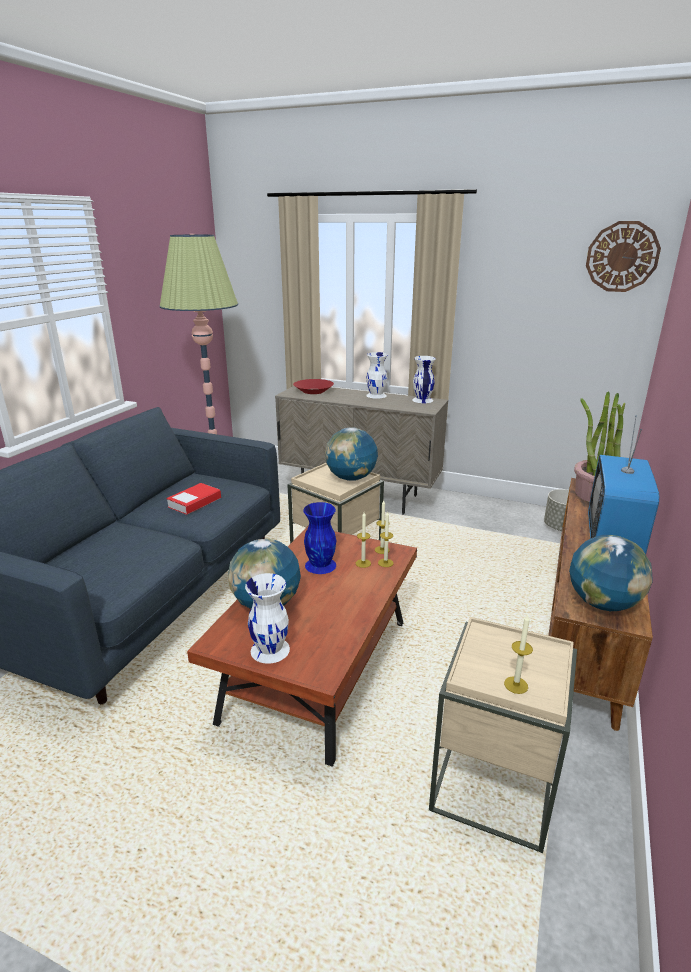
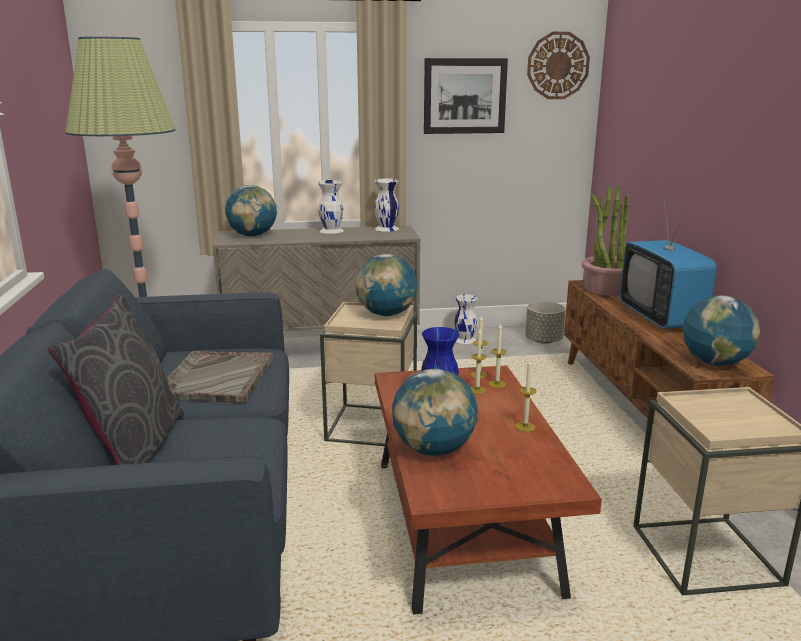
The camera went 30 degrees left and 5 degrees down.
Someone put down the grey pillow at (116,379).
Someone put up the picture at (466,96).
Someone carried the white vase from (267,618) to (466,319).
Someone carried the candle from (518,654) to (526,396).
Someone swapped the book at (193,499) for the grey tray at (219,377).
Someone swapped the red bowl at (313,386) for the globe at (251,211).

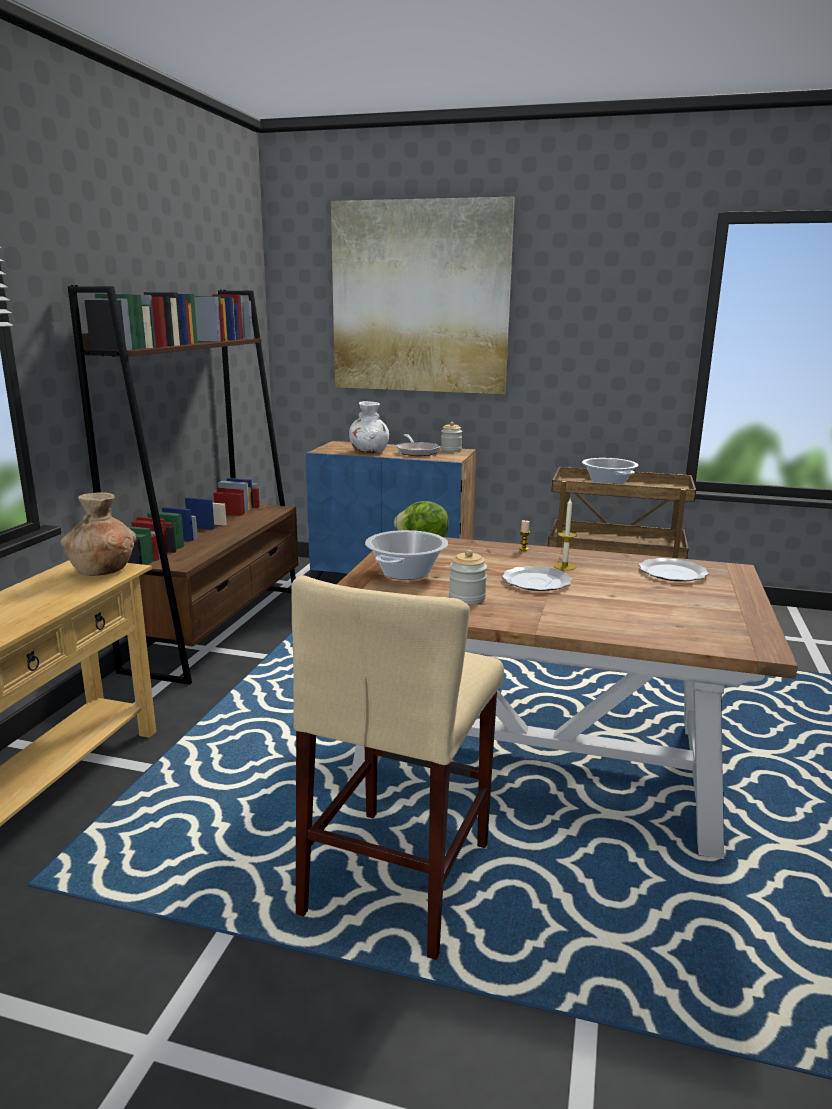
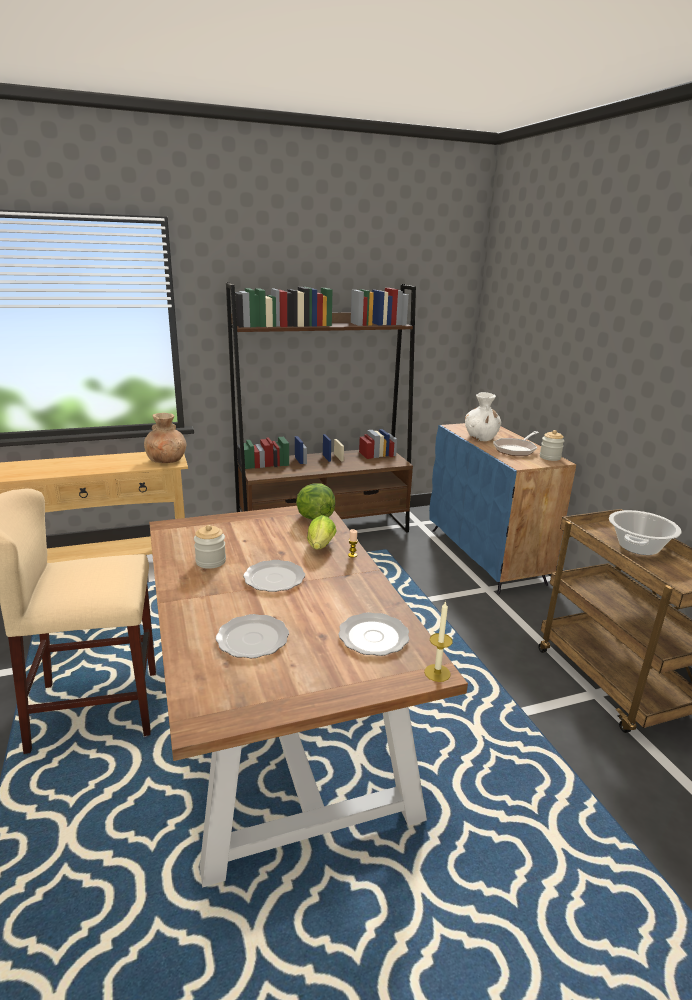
The camera went 55 degrees right and 5 degrees up.
Someone took away the picture at (423,295).
Someone took away the cooking pot at (406,555).
Someone put down the plate at (252,636).
Someone put down the lettuce at (322,532).
Someone carried the candle from (565,534) to (438,641).

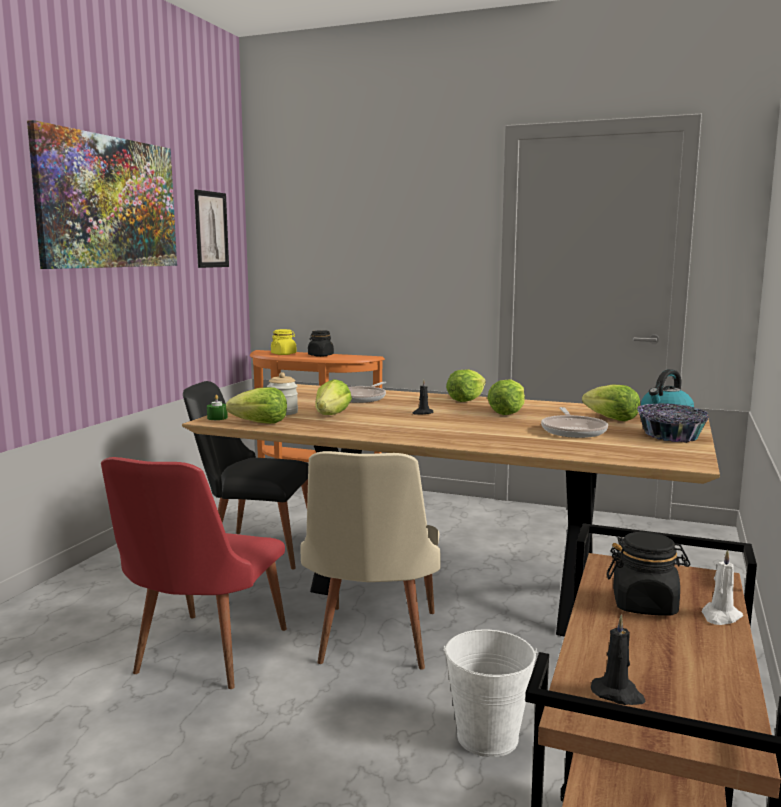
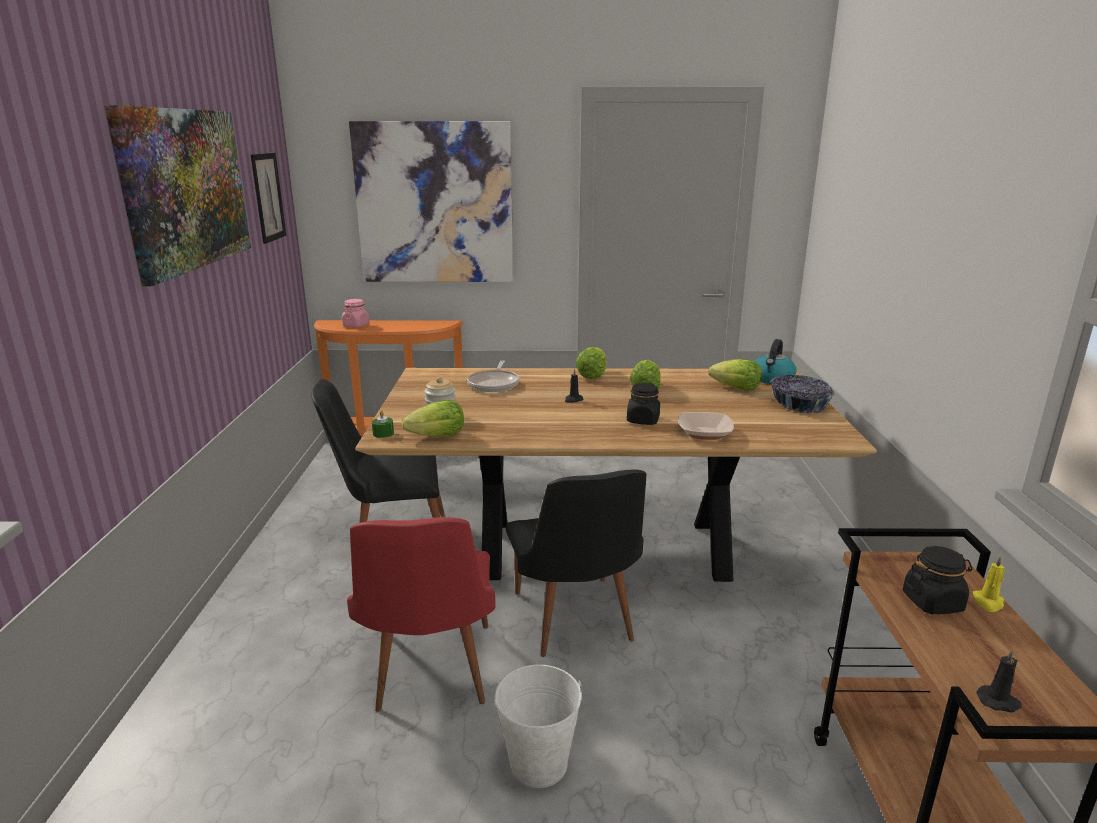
The camera went 20 degrees left and 10 degrees up.
Someone took away the lettuce at (333,397).
Someone took away the frying pan at (574,422).
Someone put up the picture at (431,201).
Someone put down the bowl at (706,426).
Someone carried the black jar from (321,343) to (643,404).
Someone carried the white bucket from (491,693) to (538,726).
Someone repainted the yellow jar at (283,342), which became the pink jar at (356,313).
Someone repainted the beige chair at (370,560), which became the black chair at (576,563).
Someone repainted the white candle at (722,587), which became the yellow candle at (989,583).

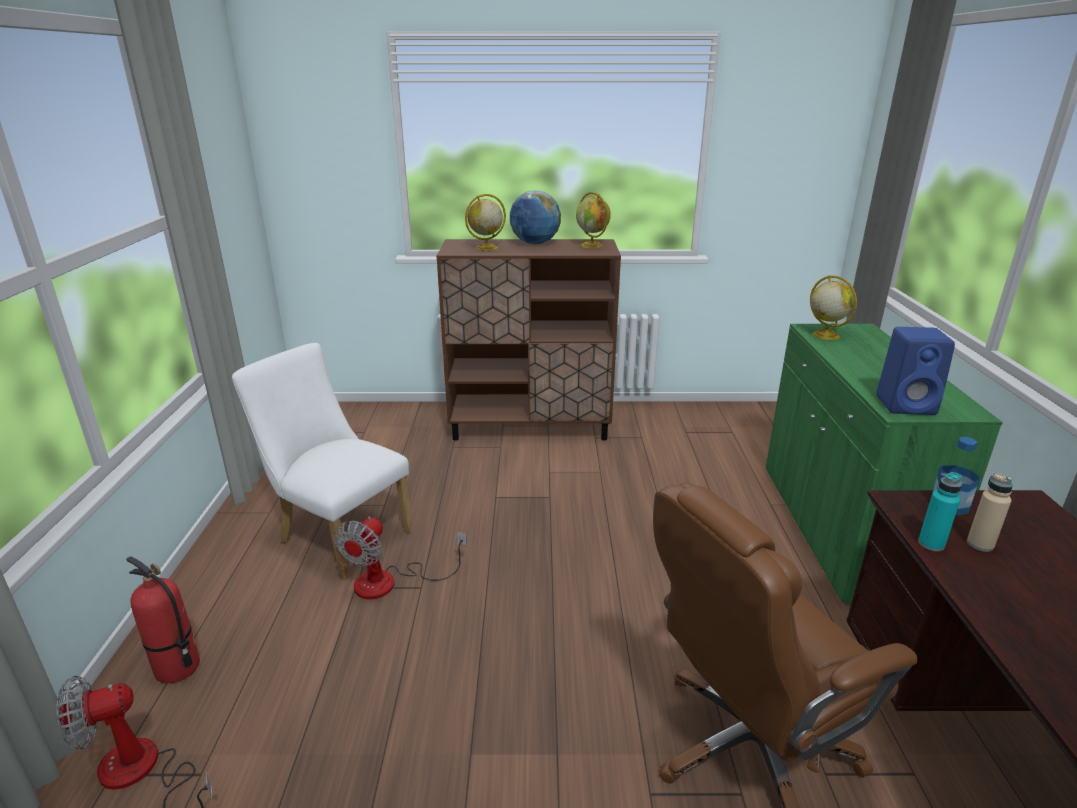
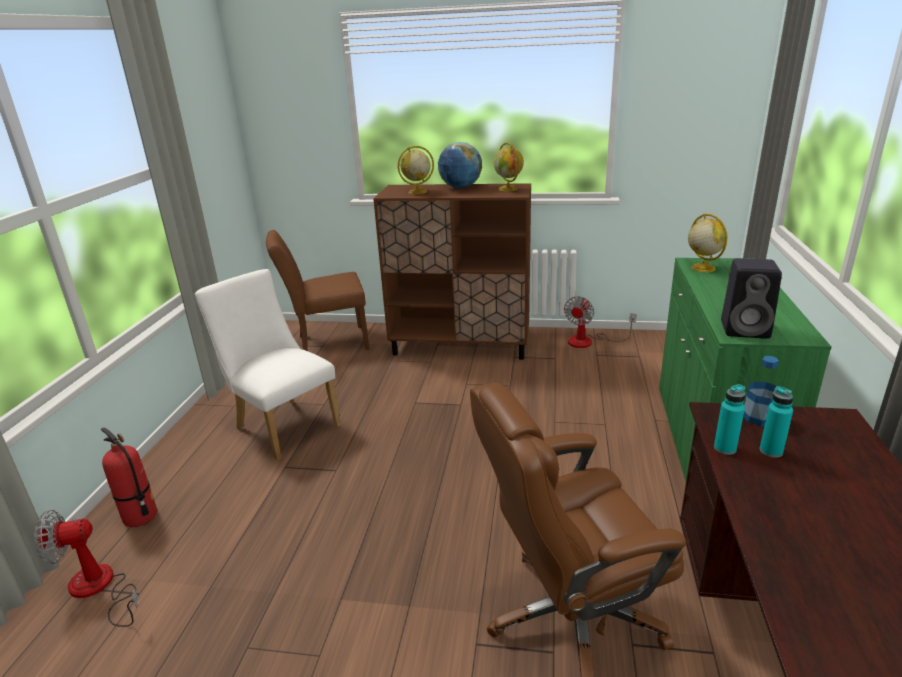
The camera went 10 degrees right and 0 degrees up.
Someone put down the brown chair at (318,290).
Someone carried the fan from (401,557) to (600,322).
Someone repainted the blue speaker at (915,371), which became the black speaker at (751,298).
Someone repainted the beige bottle at (990,512), which became the turquoise bottle at (776,422).

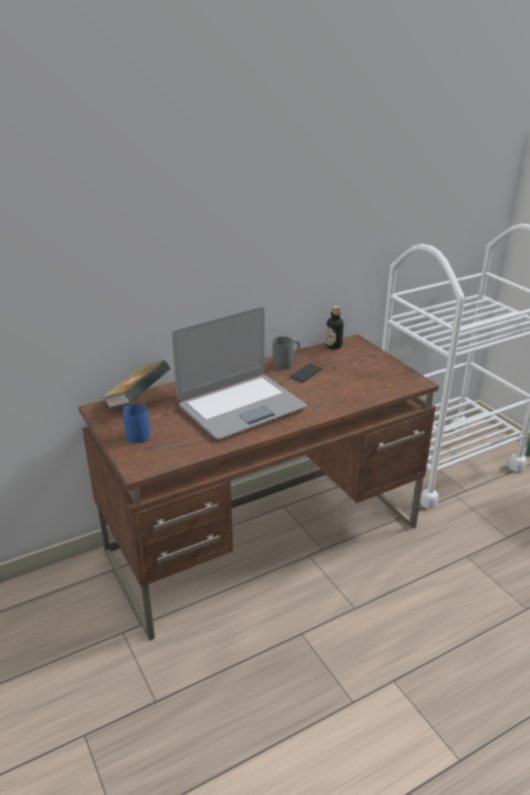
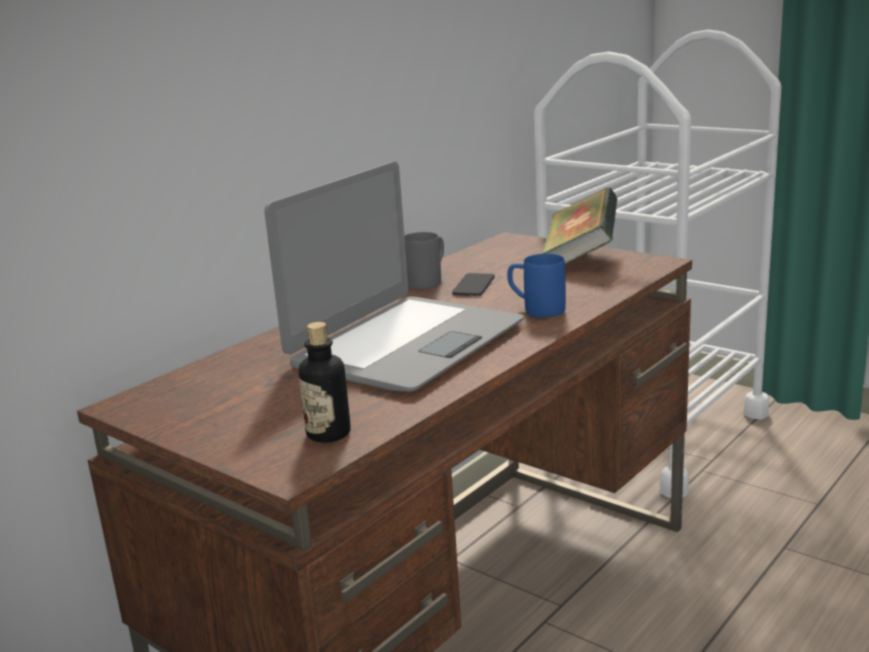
The camera went 20 degrees left and 10 degrees down.
Someone carried the book from (135,384) to (580,226).
Someone carried the blue mug from (136,423) to (536,286).
Someone carried the bottle from (335,327) to (324,382).

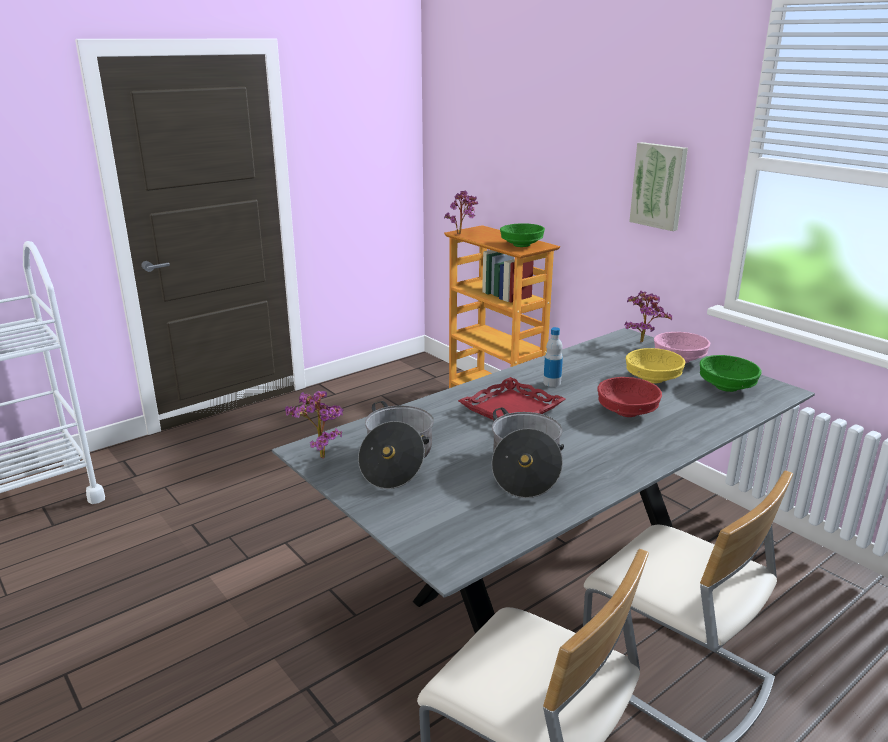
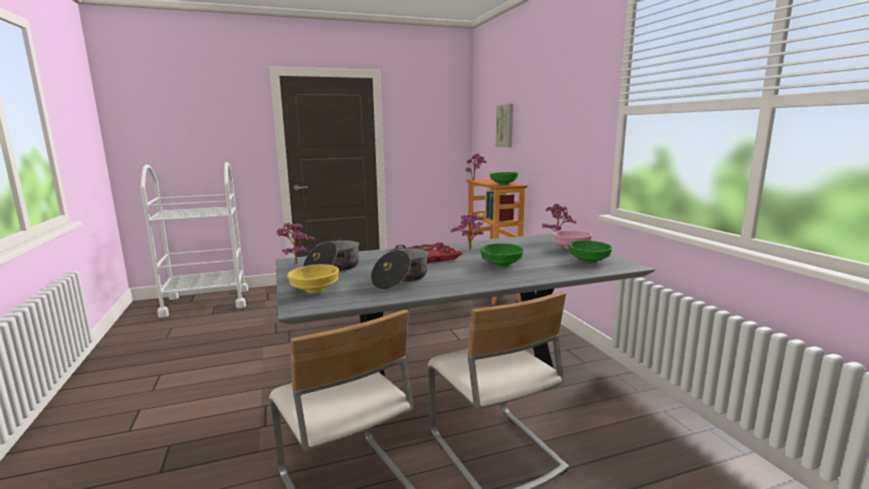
The camera went 20 degrees right and 10 degrees down.
Someone carried the yellow bowl from (656,366) to (313,278).
Someone carried the picture from (658,186) to (504,125).
Someone swapped the bottle at (553,357) for the potted plant at (468,231).
Someone repainted the red bowl at (629,397), which became the green bowl at (502,255).

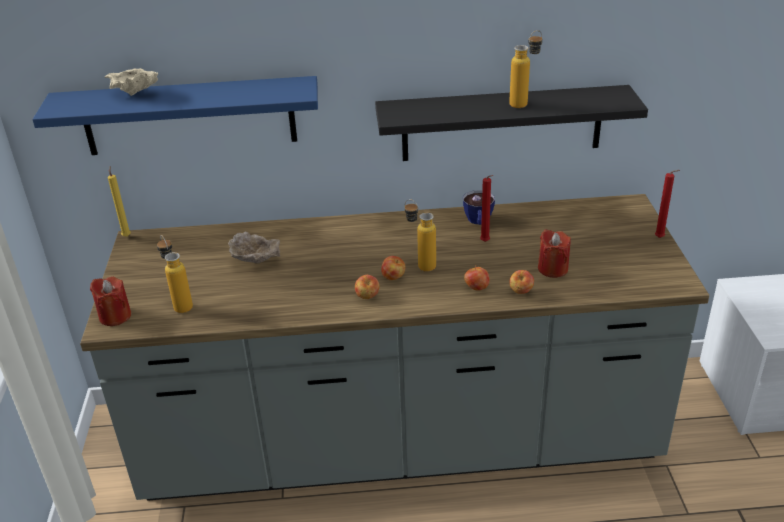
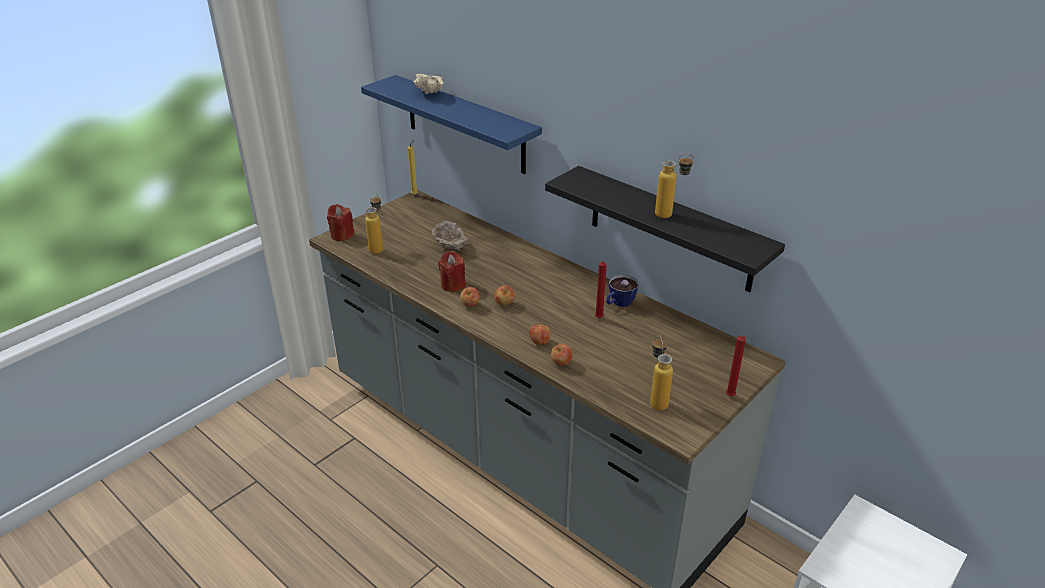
The camera went 45 degrees right and 0 degrees up.
Someone carried the bottle from (420,235) to (661,373).
Someone carried the red candle from (554,253) to (452,271).

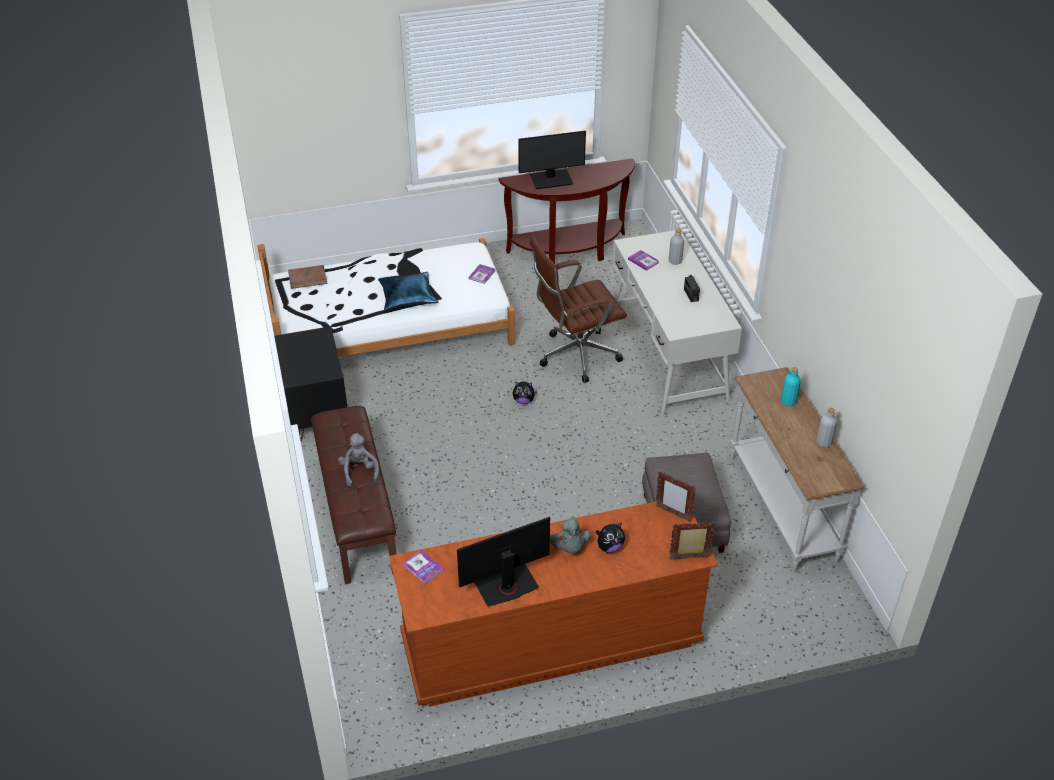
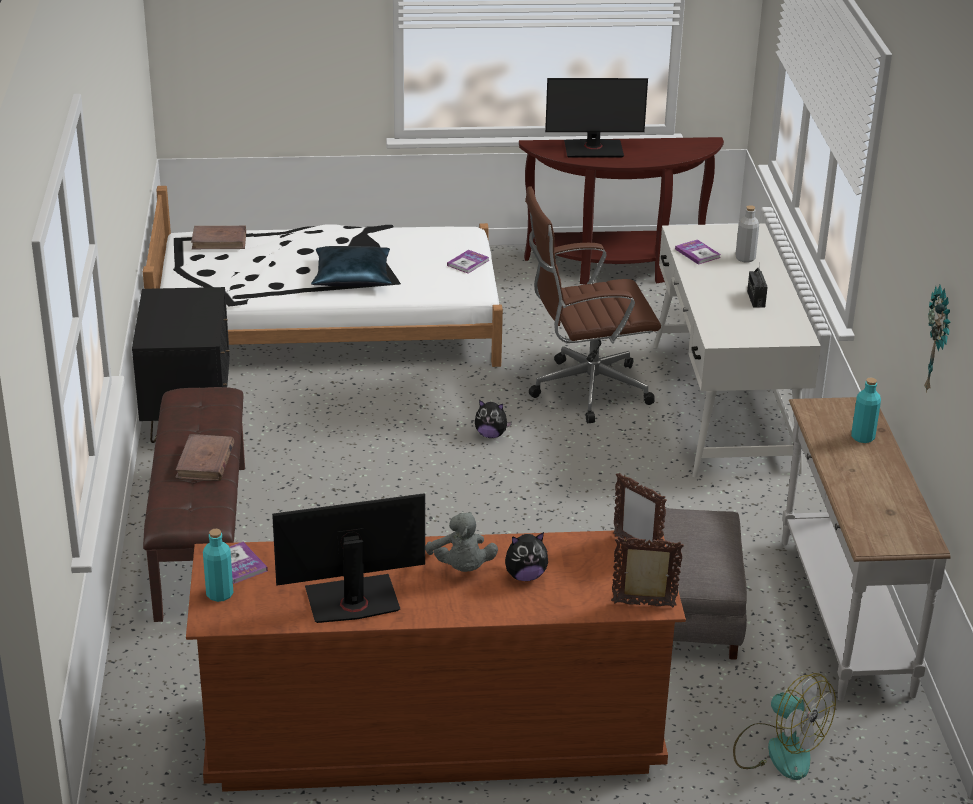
The camera went 10 degrees right and 10 degrees down.
Someone took away the grey bottle at (826,427).
Someone put down the turquoise bottle at (218,565).
Someone put down the fan at (784,726).
Someone put up the wall clock at (937,339).
Someone swapped the grey plush toy at (358,459) for the brown book at (204,457).

